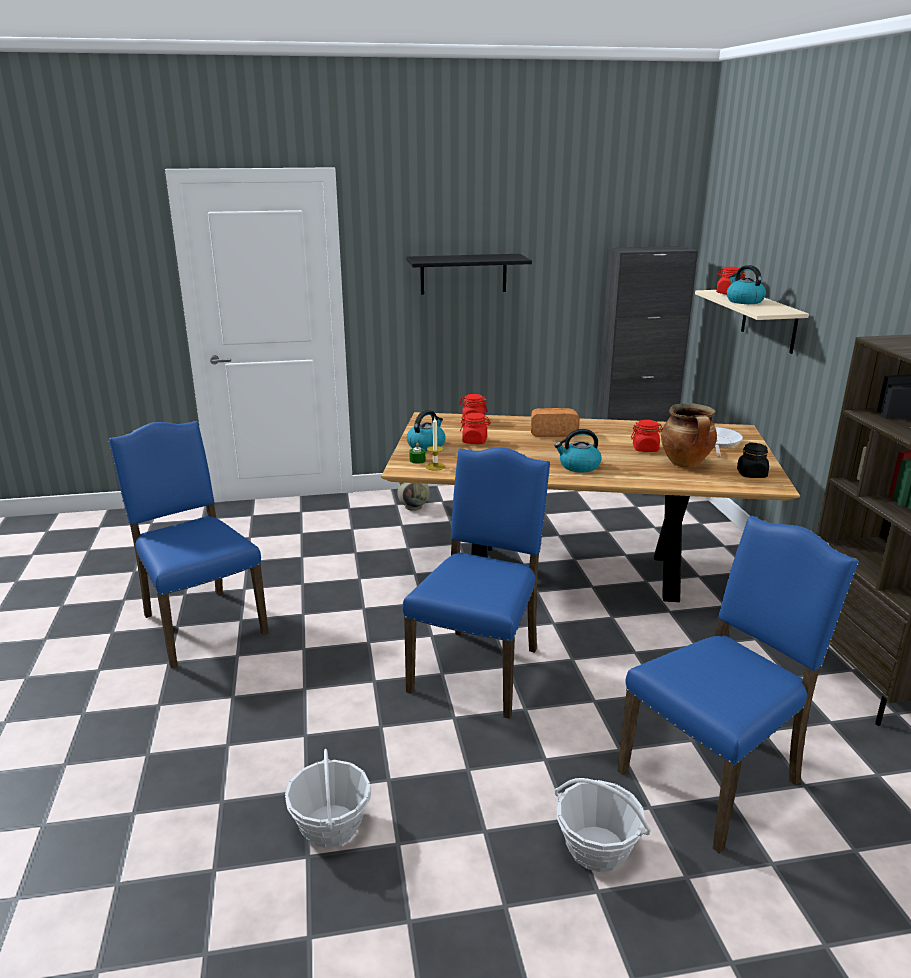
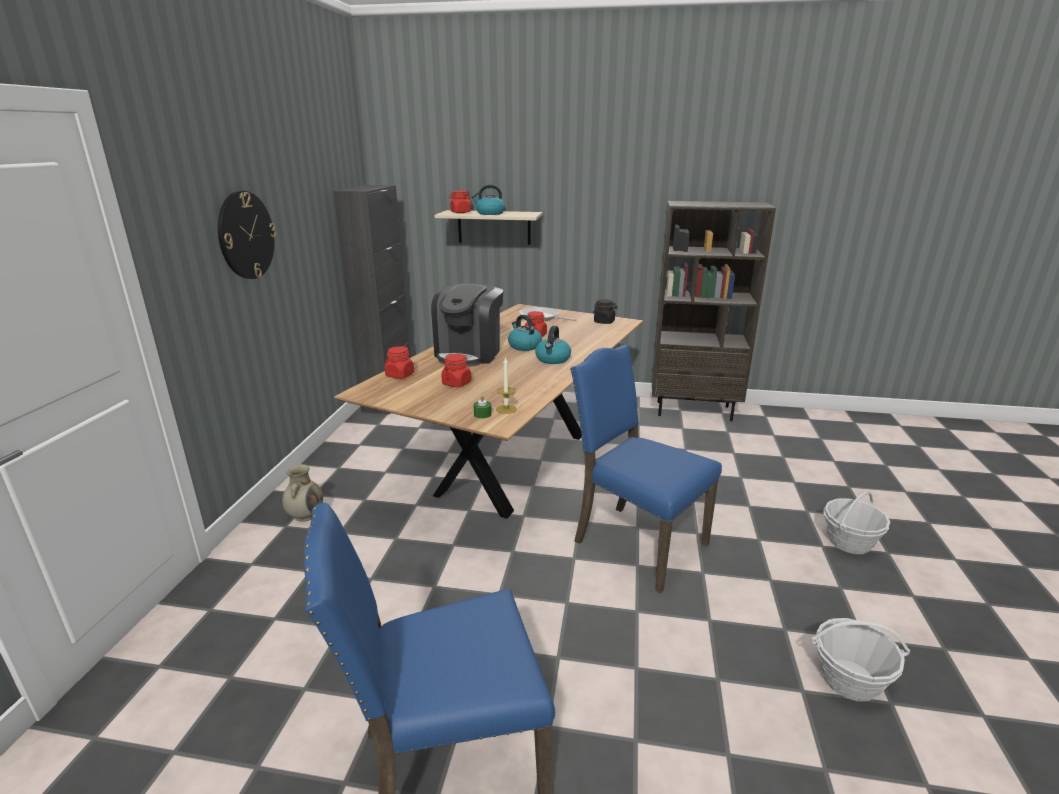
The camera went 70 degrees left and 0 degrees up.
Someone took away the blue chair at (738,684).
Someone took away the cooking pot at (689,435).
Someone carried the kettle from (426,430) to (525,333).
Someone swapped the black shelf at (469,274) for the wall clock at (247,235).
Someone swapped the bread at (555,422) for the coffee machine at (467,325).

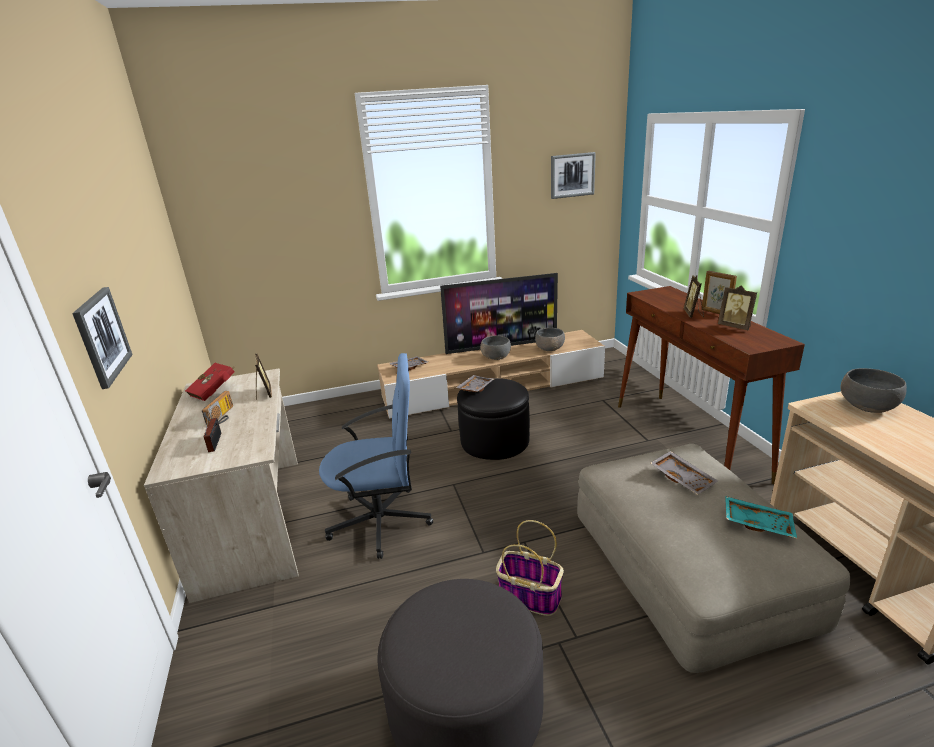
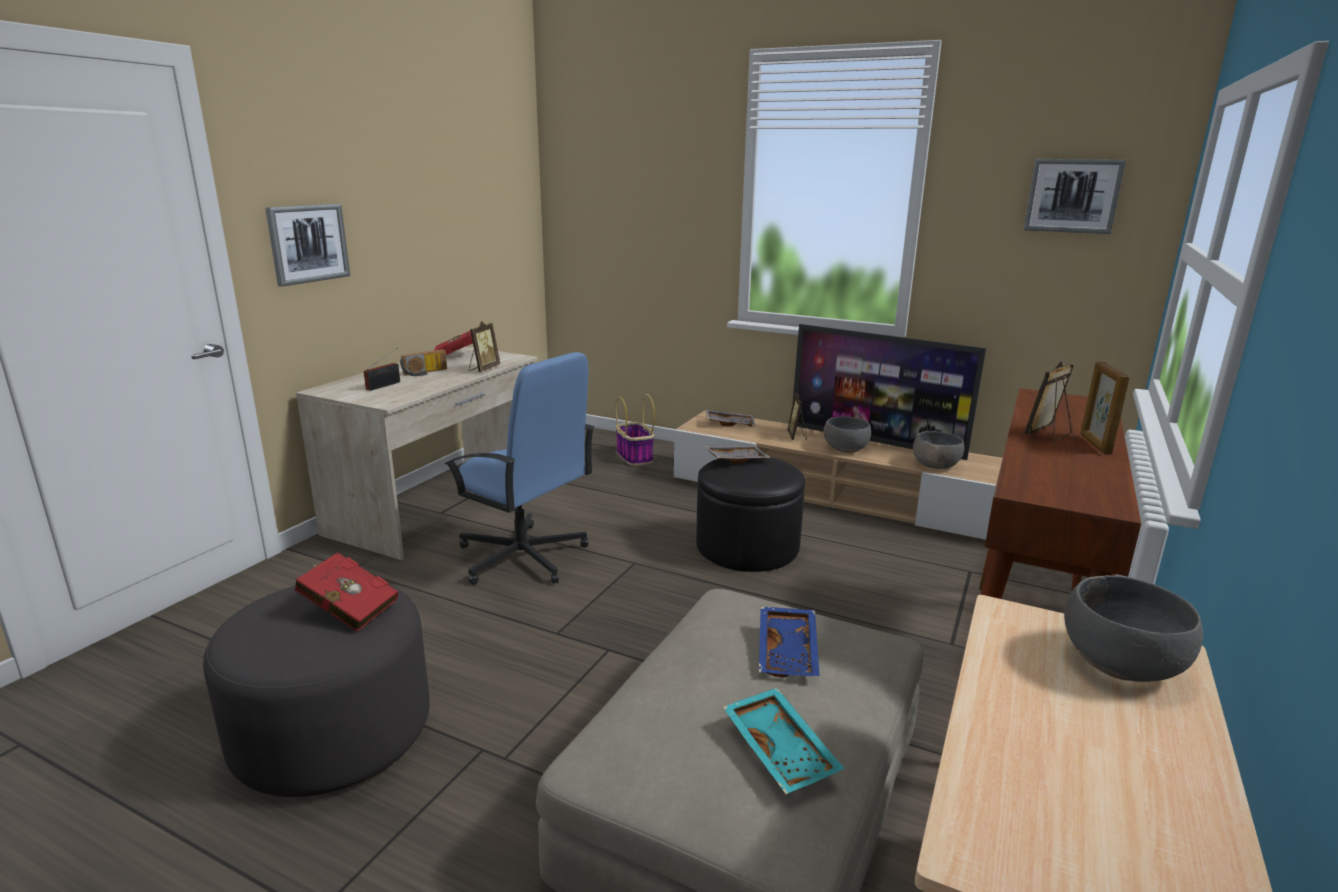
The camera went 40 degrees right and 5 degrees down.
Someone put down the red book at (346,592).
Someone carried the basket from (530,568) to (635,429).
Someone carried the picture frame from (737,307) to (797,417).
Someone repainted the grey tray at (684,473), which became the blue tray at (789,642).

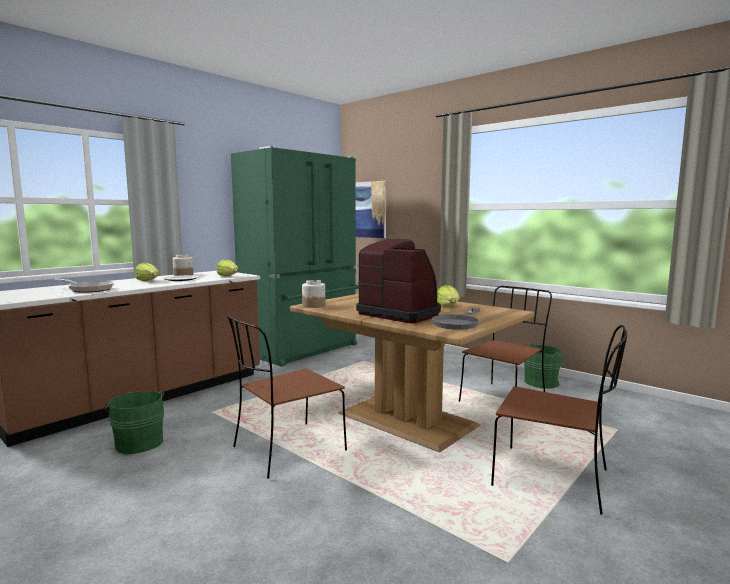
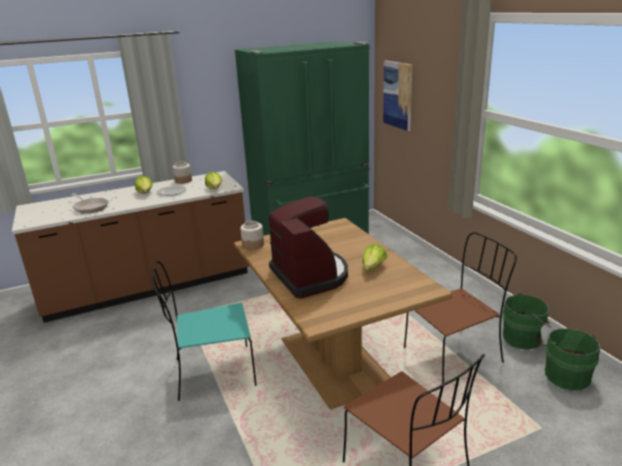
The camera went 25 degrees right and 15 degrees up.
Someone took away the grey frying pan at (456,319).
Someone carried the green bucket from (134,422) to (570,359).
Someone repainted the brown chair at (286,396), which became the turquoise chair at (204,331).

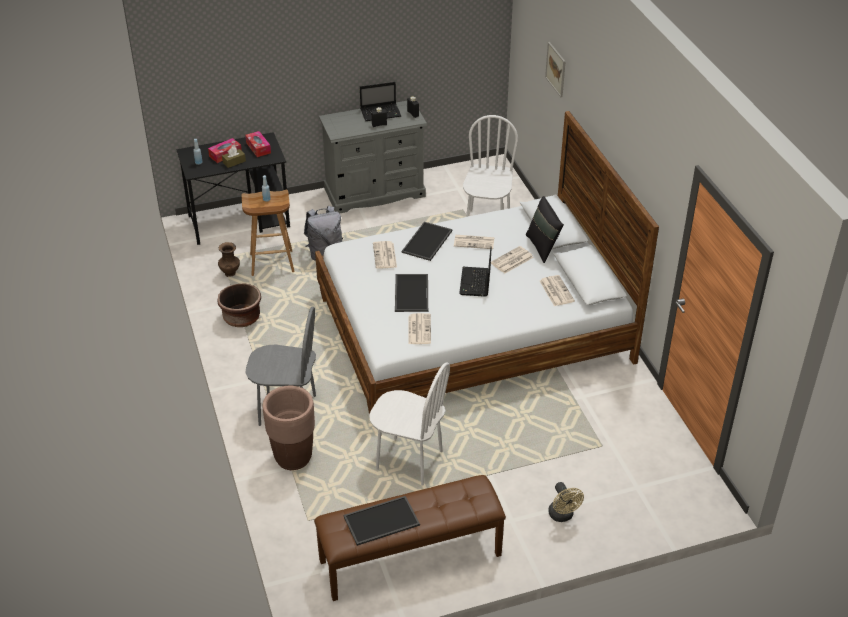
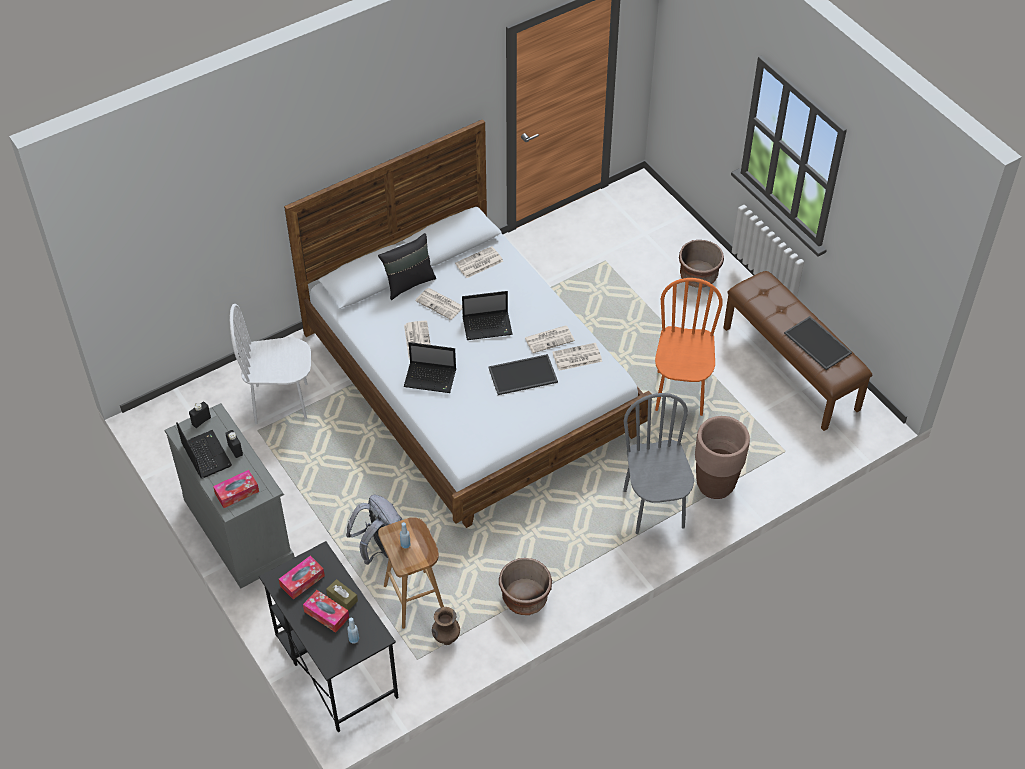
The camera went 105 degrees left and 10 degrees up.
Someone took away the picture at (555,69).
Someone put down the tissue box at (236,489).
Someone carried the newspaper from (385,255) to (549,339).
Someone swapped the tray at (427,241) for the laptop at (430,367).
Someone swapped the beige fan at (566,502) for the brown planter at (701,264).
Someone repainted the white chair at (409,424), which became the orange chair at (689,347).

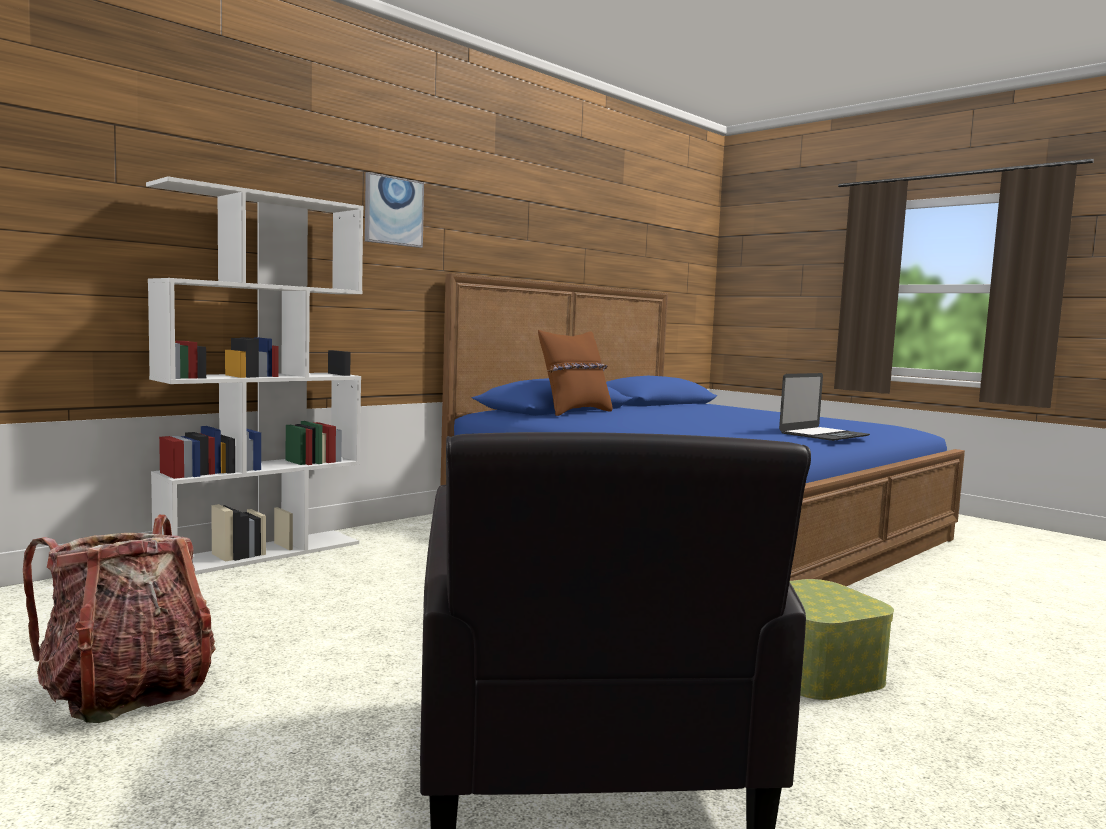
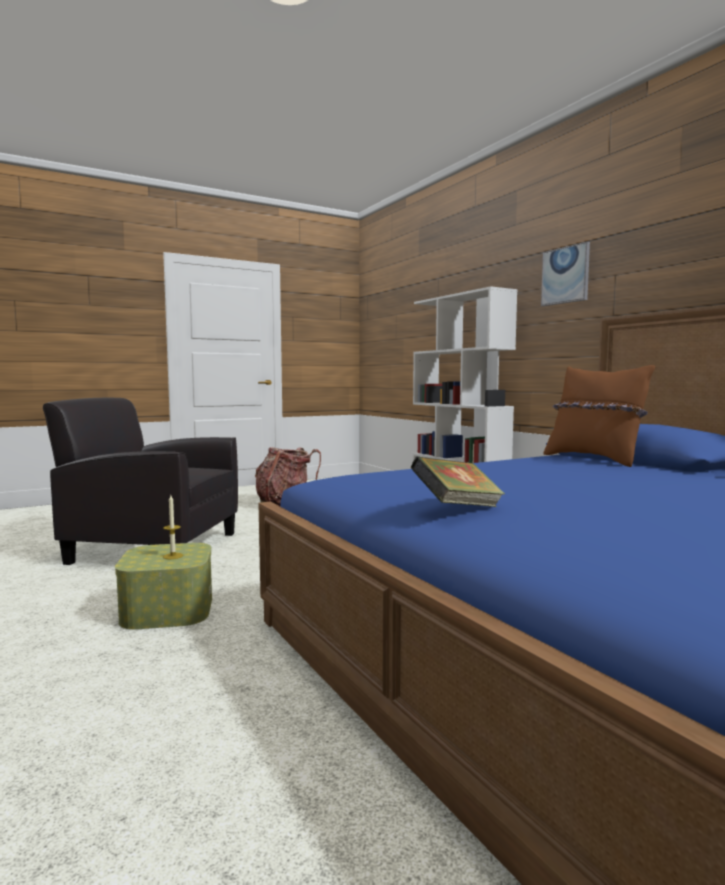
The camera went 105 degrees right and 0 degrees up.
Someone put down the candle at (173,527).
Someone swapped the laptop at (824,407) for the book at (458,481).

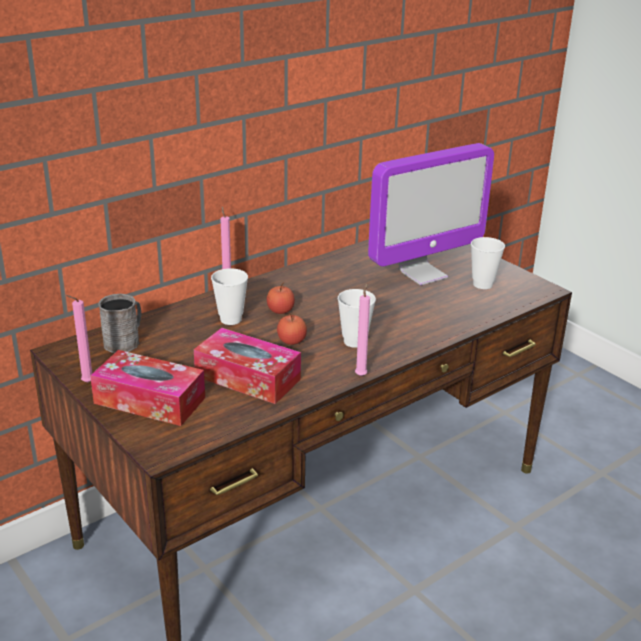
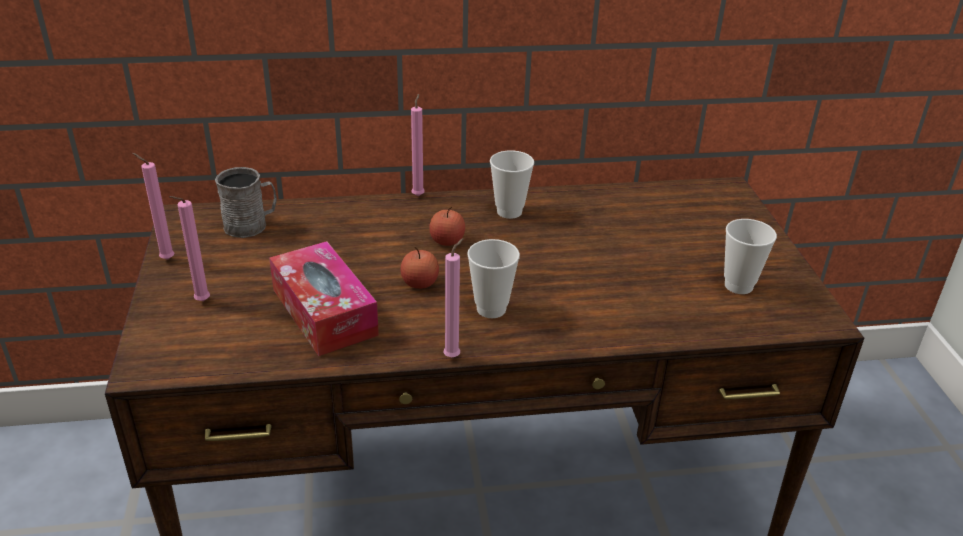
The camera went 30 degrees right and 5 degrees up.
Someone took away the monitor at (431,214).
Someone carried the cup from (229,296) to (512,184).
Someone swapped the tissue box at (147,388) for the pink candle at (189,248).

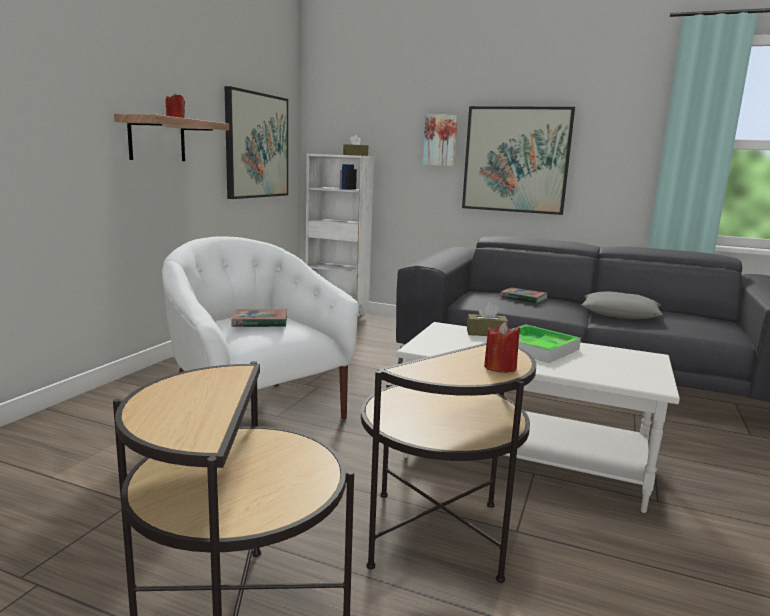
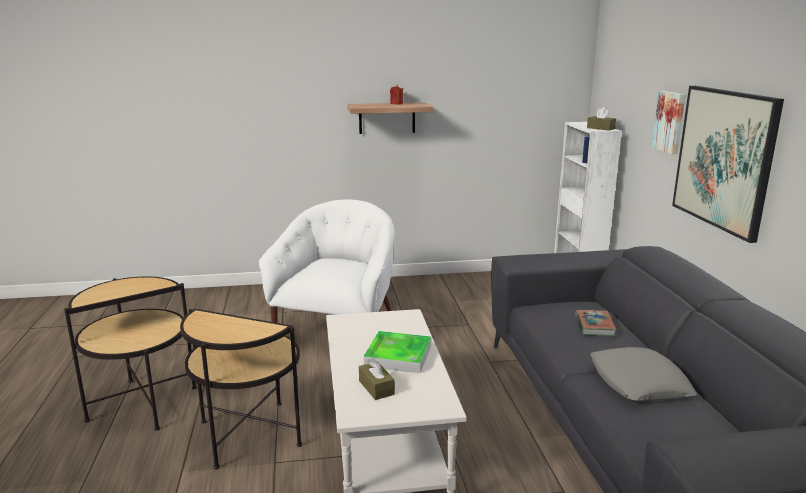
The camera went 60 degrees right and 5 degrees up.
Someone took away the picture at (256,142).
Someone took away the book at (259,318).
Someone took away the red candle at (502,347).
Someone carried the brown tissue box from (487,319) to (377,378).

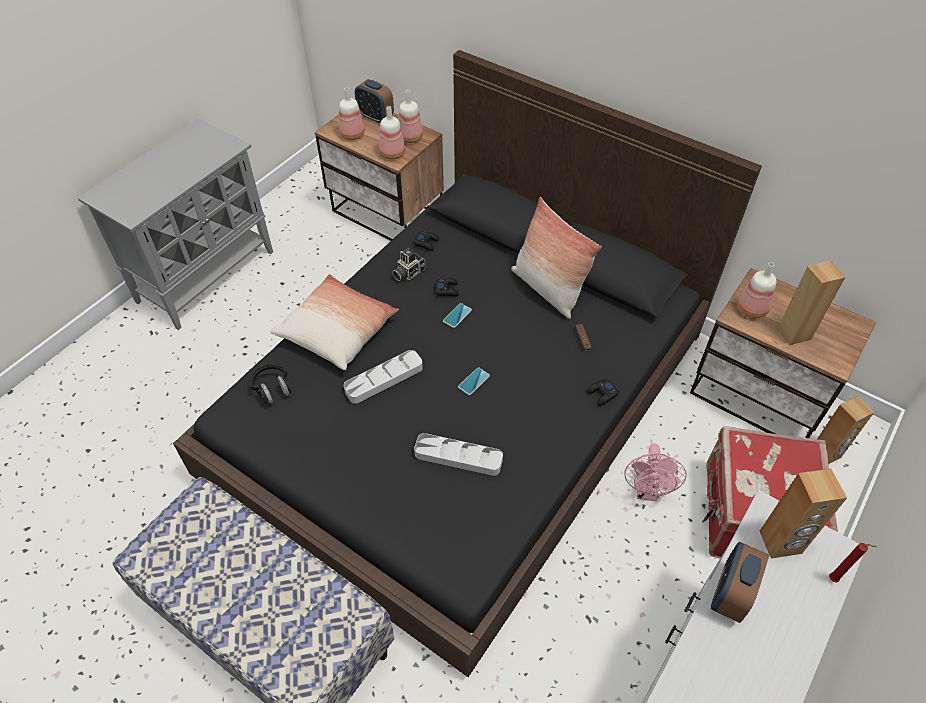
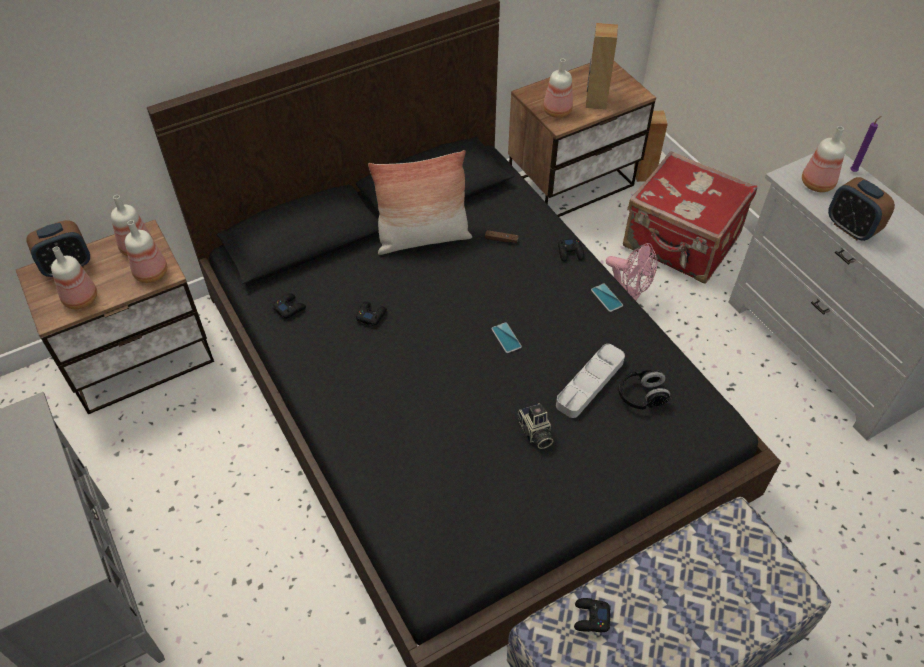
The camera went 65 degrees left and 0 degrees up.
Someone took away the pillow at (334,322).
Someone took away the grey tray at (383,377).
Someone put down the black game controller at (592,615).
Someone carried the black headphones from (270,384) to (645,390).
Someone carried the photo camera from (408,264) to (535,426).
Someone carried the phone from (457,315) to (607,298).
Someone swapped the brown speaker at (803,514) for the bottle at (824,159).
Someone repainted the red candle at (853,562), which became the purple candle at (865,144).

